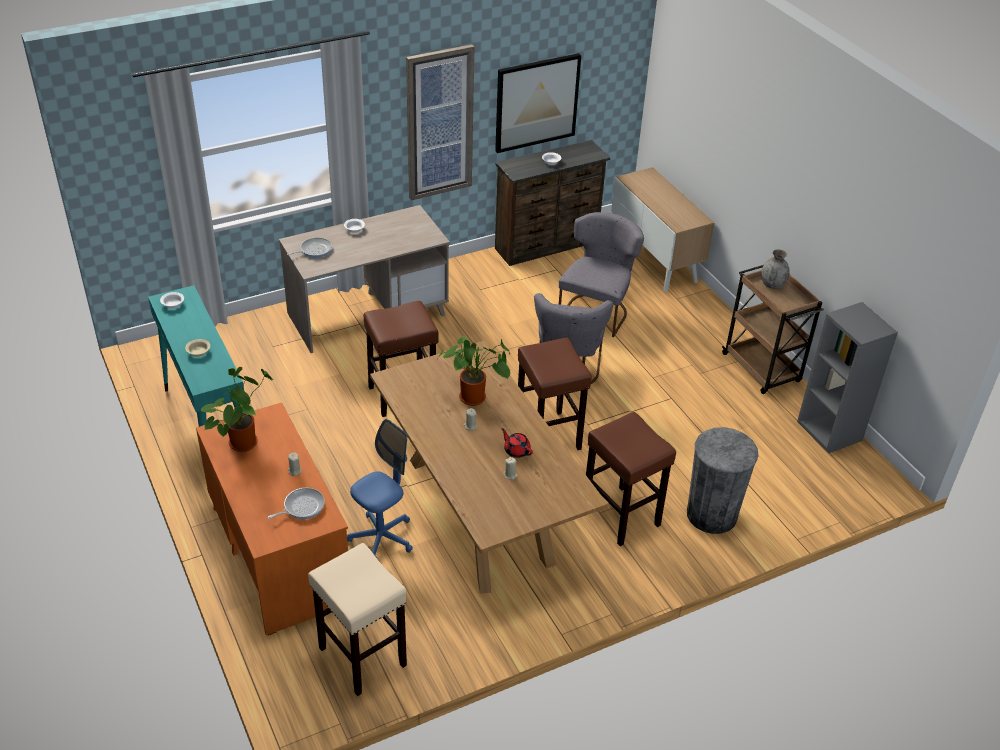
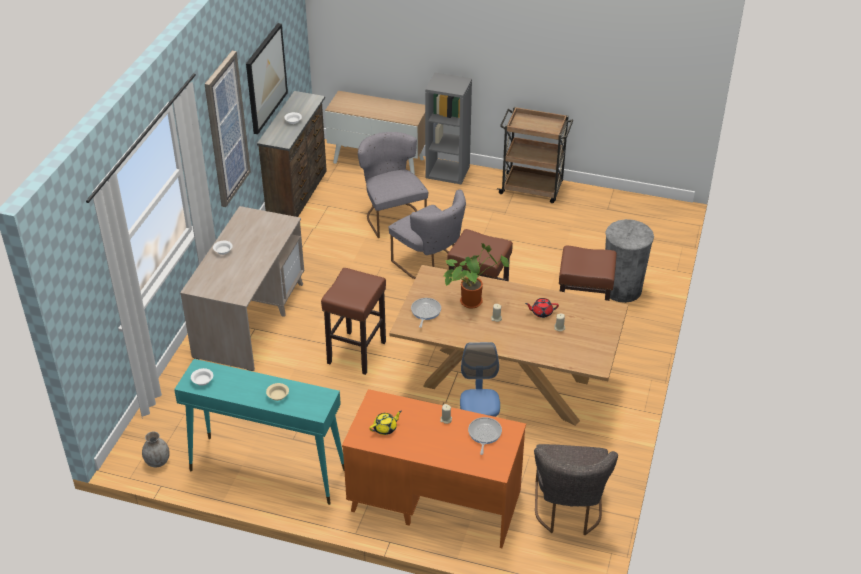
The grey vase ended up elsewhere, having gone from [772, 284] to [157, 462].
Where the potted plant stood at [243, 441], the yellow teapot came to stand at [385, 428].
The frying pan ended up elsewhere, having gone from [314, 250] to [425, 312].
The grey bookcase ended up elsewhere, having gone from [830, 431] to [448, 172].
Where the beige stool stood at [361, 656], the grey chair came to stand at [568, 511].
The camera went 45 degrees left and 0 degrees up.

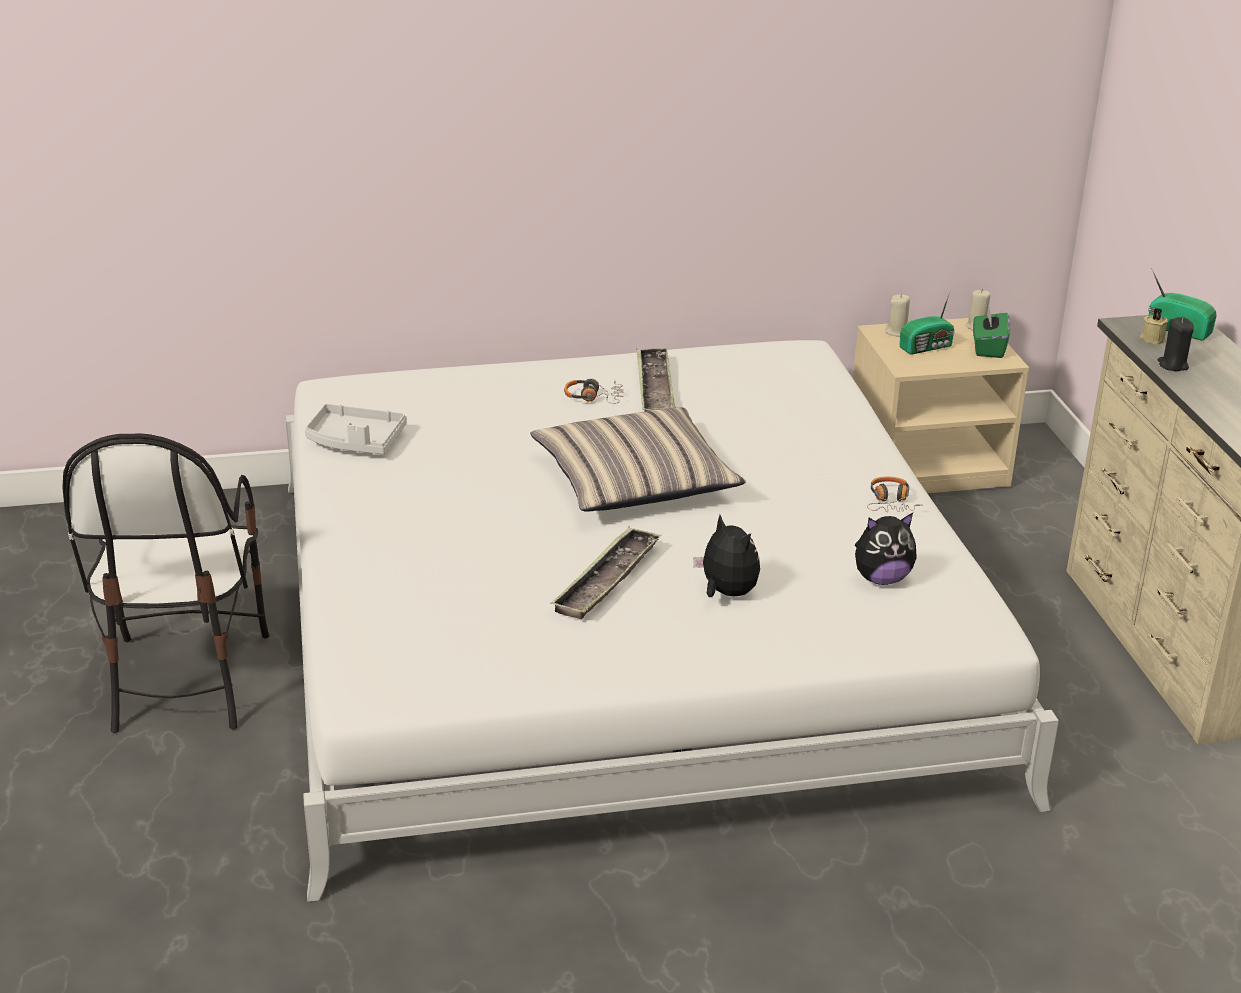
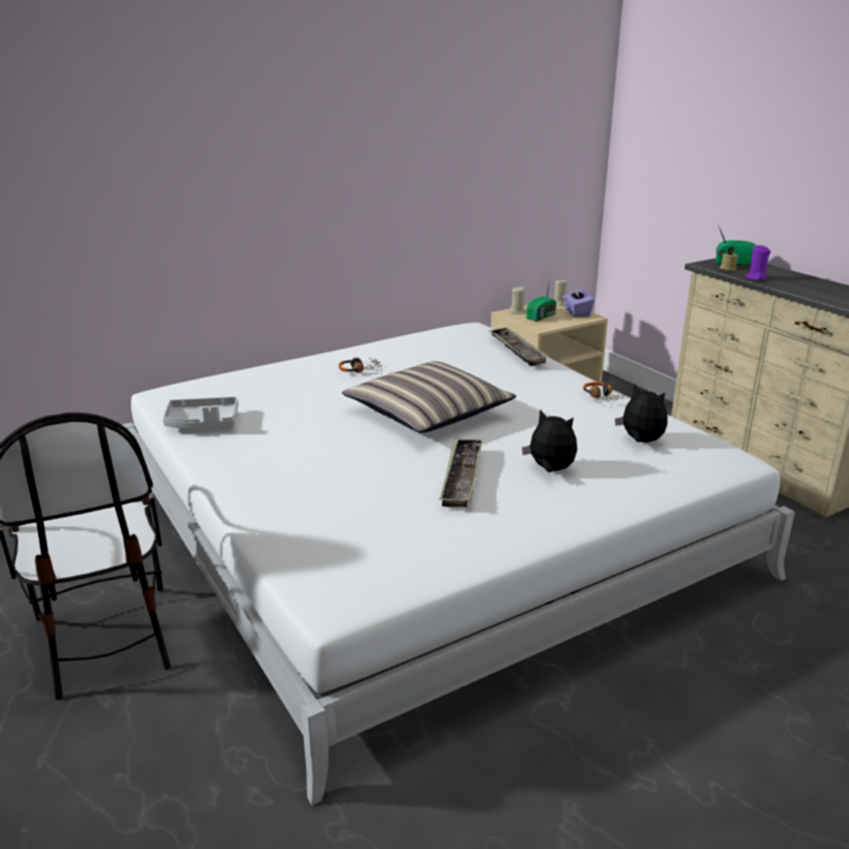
The tray ended up elsewhere, having gone from [654, 388] to [517, 350].
What was the green tissue box at [988, 348] turned into the purple tissue box at [576, 312].
The plush toy at [881, 579] ended up facing another way, 105 degrees counterclockwise from before.
What was the black candle at [1173, 365] turned into the purple candle at [756, 278].
The camera went 20 degrees left and 5 degrees down.

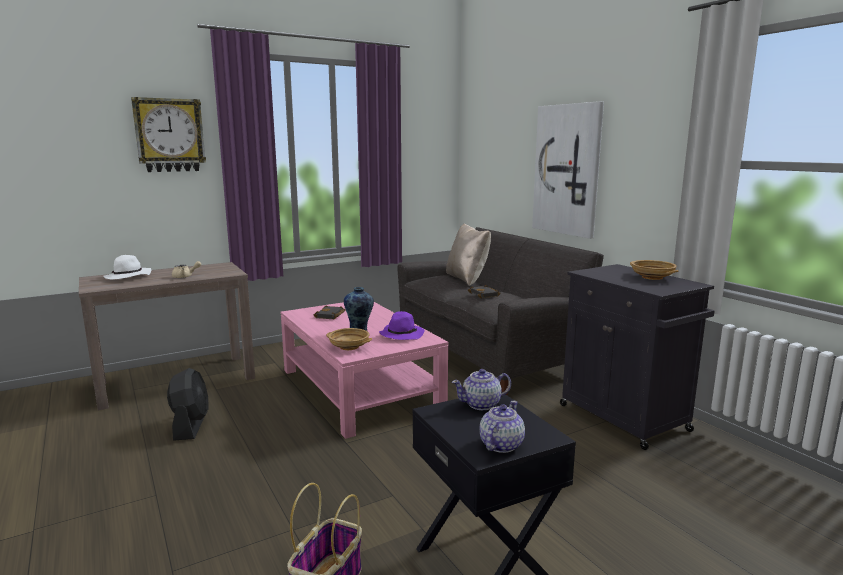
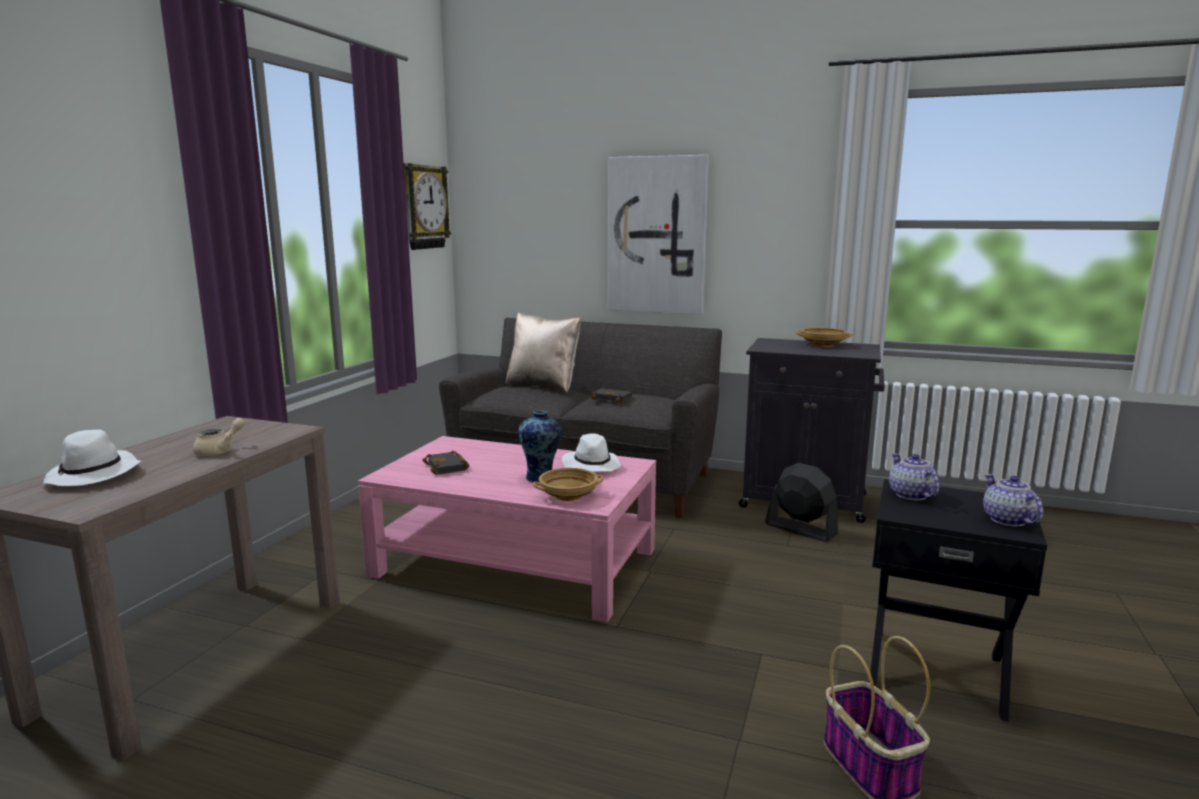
The wall clock ended up elsewhere, having gone from [169, 135] to [423, 207].
What was the purple hat at [401, 334] turned into the white hat at [591, 465].
The black fan ended up elsewhere, having gone from [191, 425] to [800, 529].
The teapot at [482, 404] ended up facing another way, 135 degrees clockwise from before.
The camera went 40 degrees left and 0 degrees up.

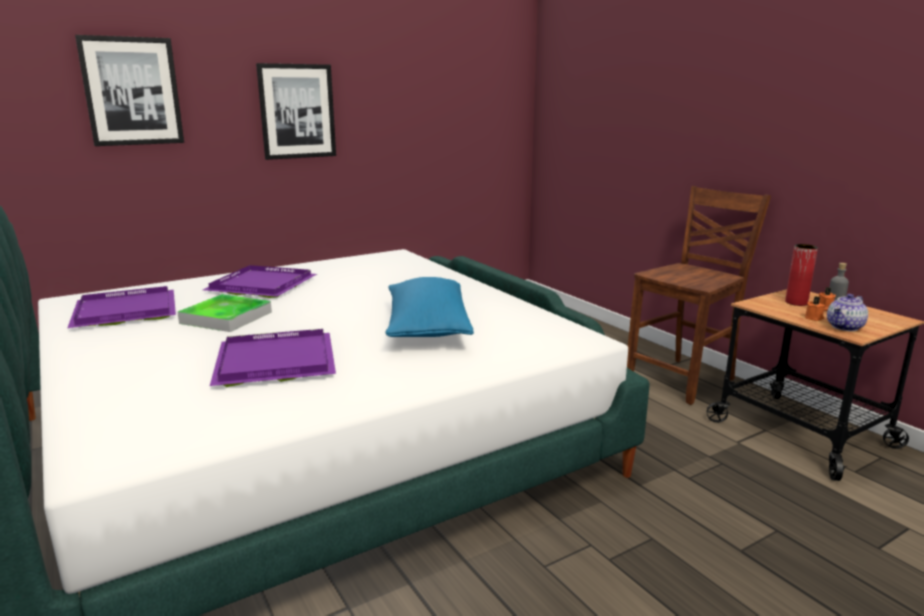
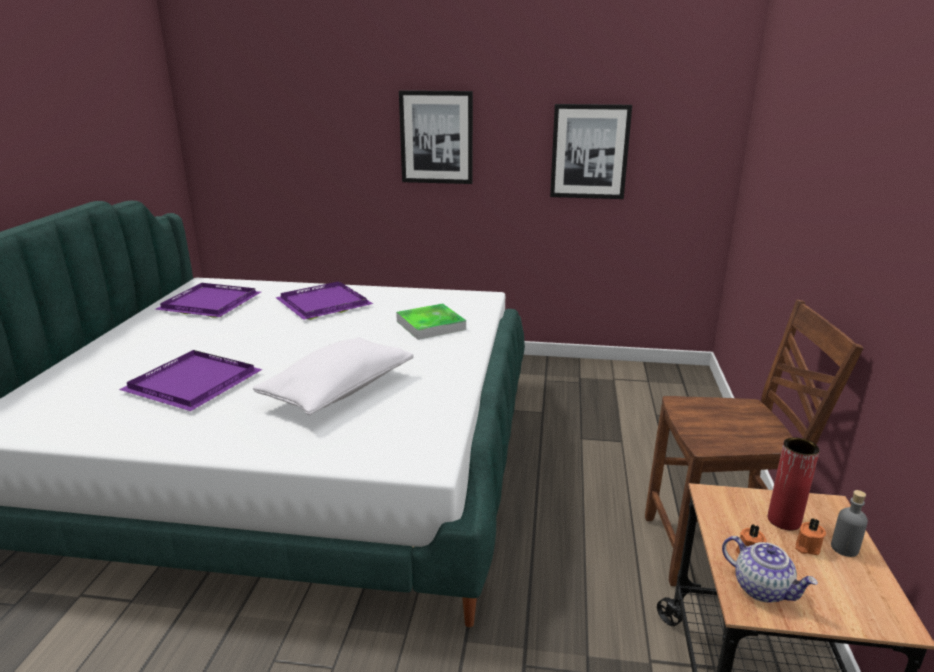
What was the blue pillow at [427, 328] turned into the white pillow at [338, 391].
The tray ended up elsewhere, having gone from [226, 317] to [431, 325].
The picture ended up elsewhere, having gone from [132, 91] to [589, 152].
The teapot at [845, 327] ended up facing another way, 135 degrees counterclockwise from before.
The camera went 40 degrees right and 5 degrees up.

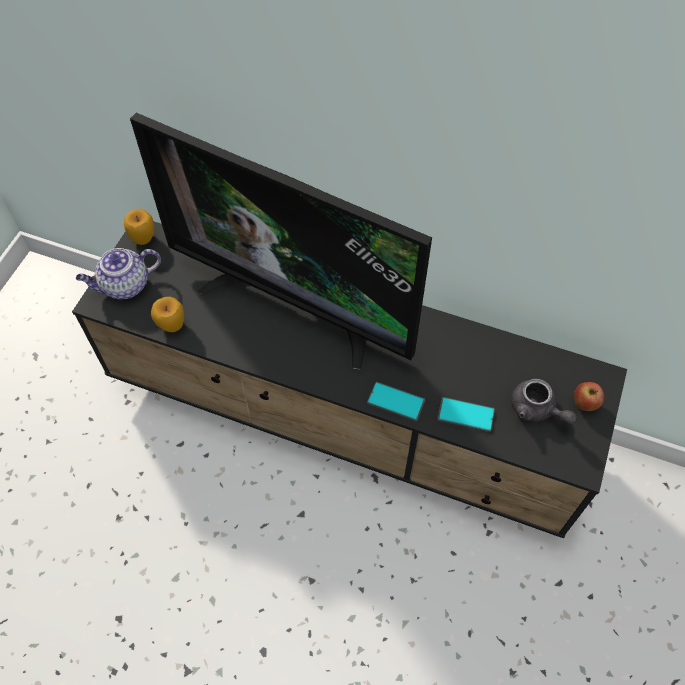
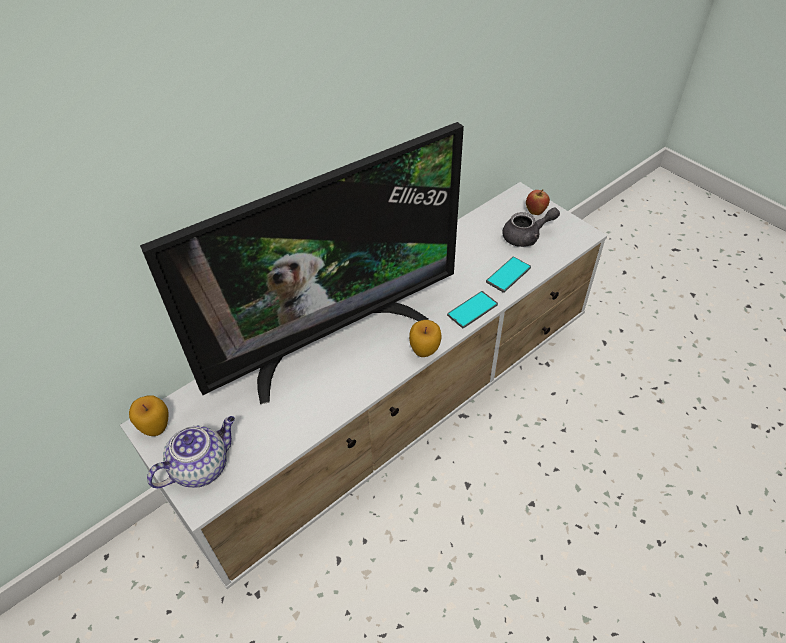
What was the black tv stand at [345, 419] turned into the white tv stand at [397, 413].
The teapot at [125, 286] ended up facing another way, 135 degrees counterclockwise from before.
The apple ended up elsewhere, having gone from [172, 325] to [424, 351].
The camera went 60 degrees left and 10 degrees down.

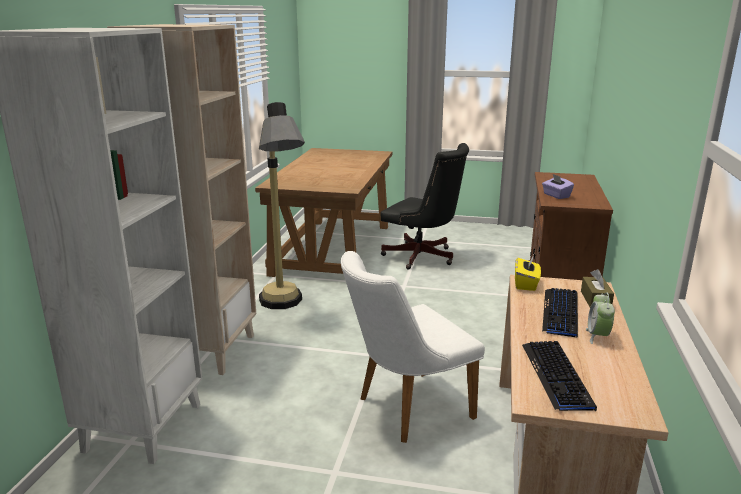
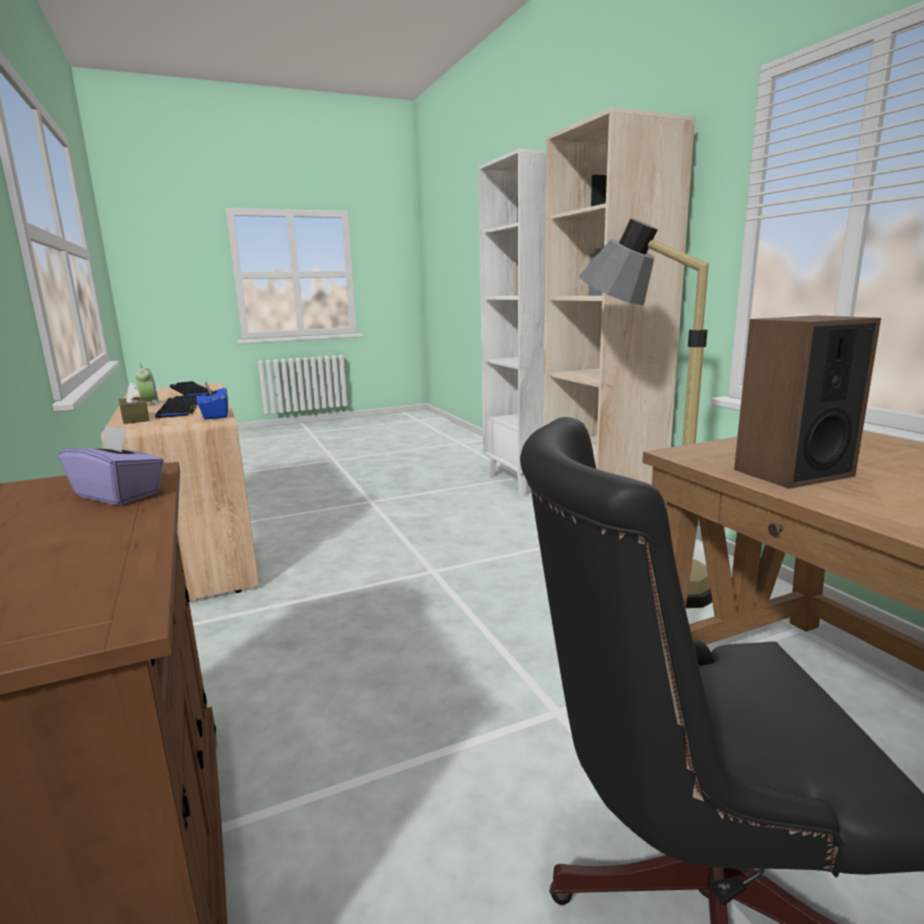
What was the yellow tissue box at [526, 284] turned into the blue tissue box at [214, 416].
The second view gained the speaker at [792, 472].
The second view lost the white chair at [405, 409].
The camera went 145 degrees right and 5 degrees down.

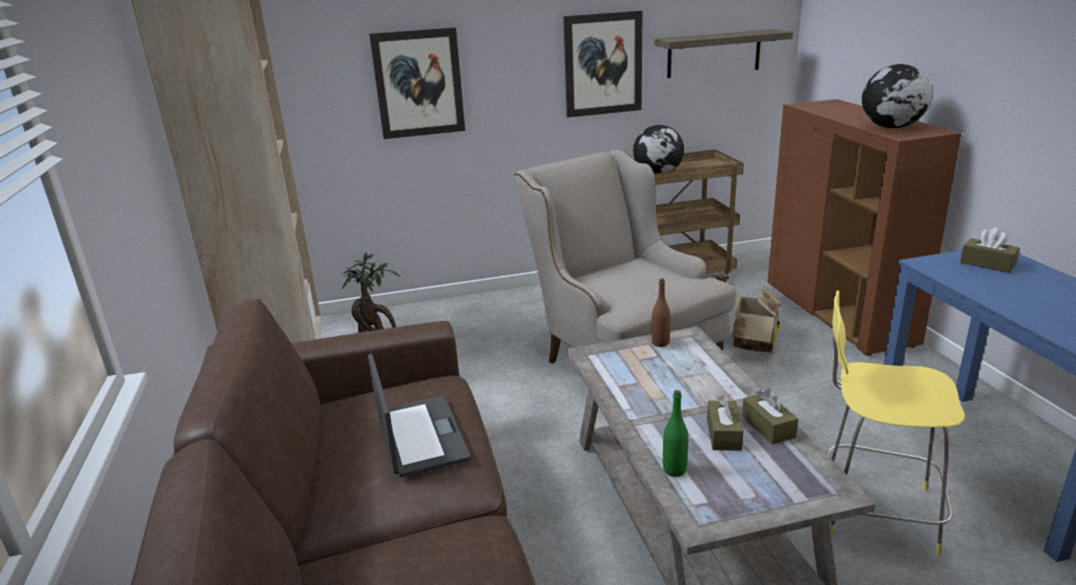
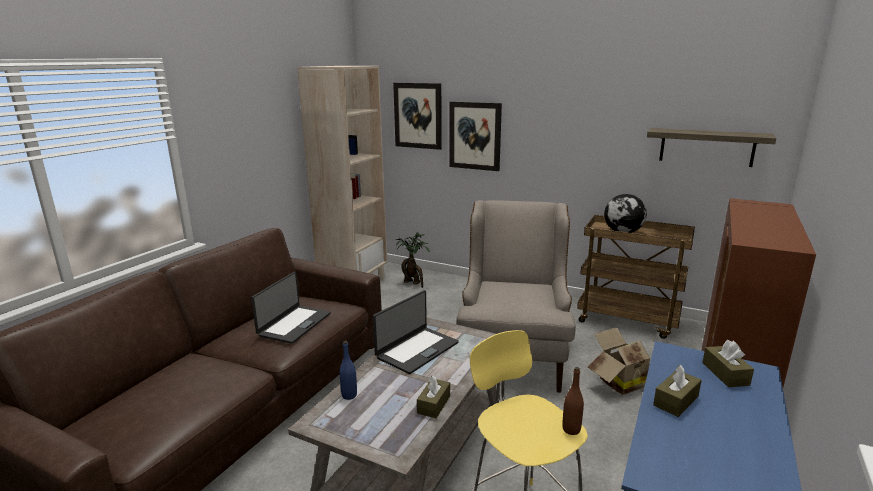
What was the green bottle at [674, 470] turned into the blue bottle at [349, 395].
The second view gained the laptop at [416, 350].
The picture ended up elsewhere, having gone from [603, 64] to [418, 115].
The brown bottle ended up elsewhere, having gone from [660, 343] to [571, 429].
The brown tissue box ended up elsewhere, having gone from [723, 434] to [676, 401].
The second view lost the globe at [891, 127].
The camera went 40 degrees right and 5 degrees down.

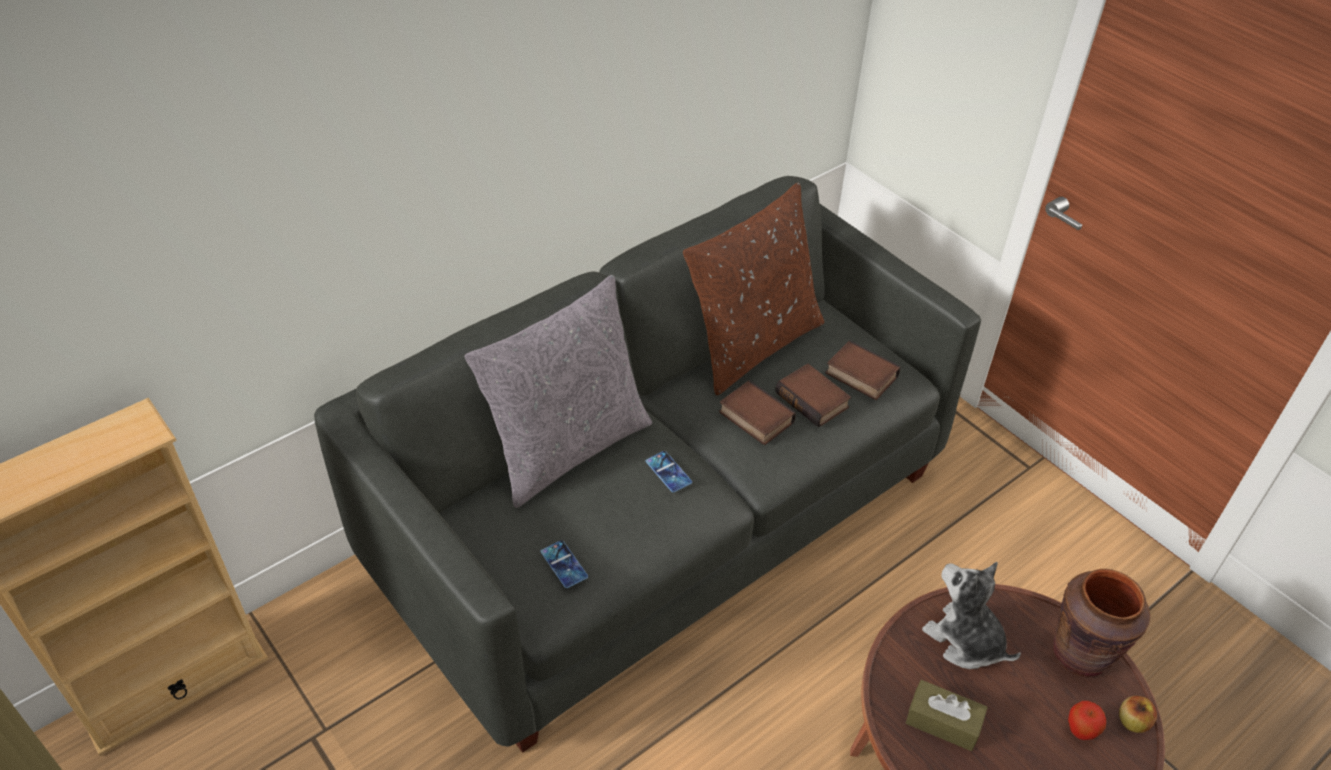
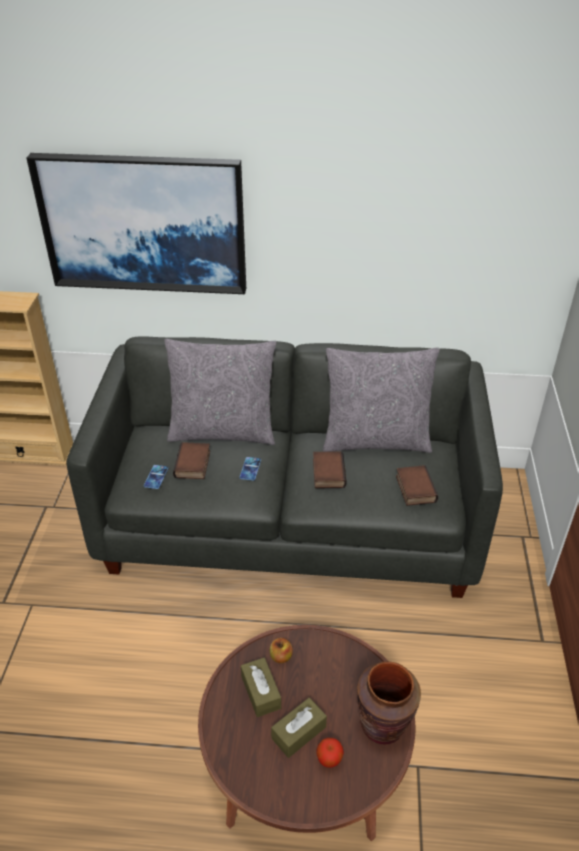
The second view gained the picture at [143, 223].
The book ended up elsewhere, having gone from [814, 400] to [193, 464].
The apple ended up elsewhere, having gone from [1132, 722] to [281, 656].
The second view gained the brown tissue box at [298, 732].
What was the brown pillow at [751, 344] turned into the grey pillow at [376, 440].
The second view lost the plush toy at [964, 640].
The camera went 45 degrees right and 5 degrees down.

